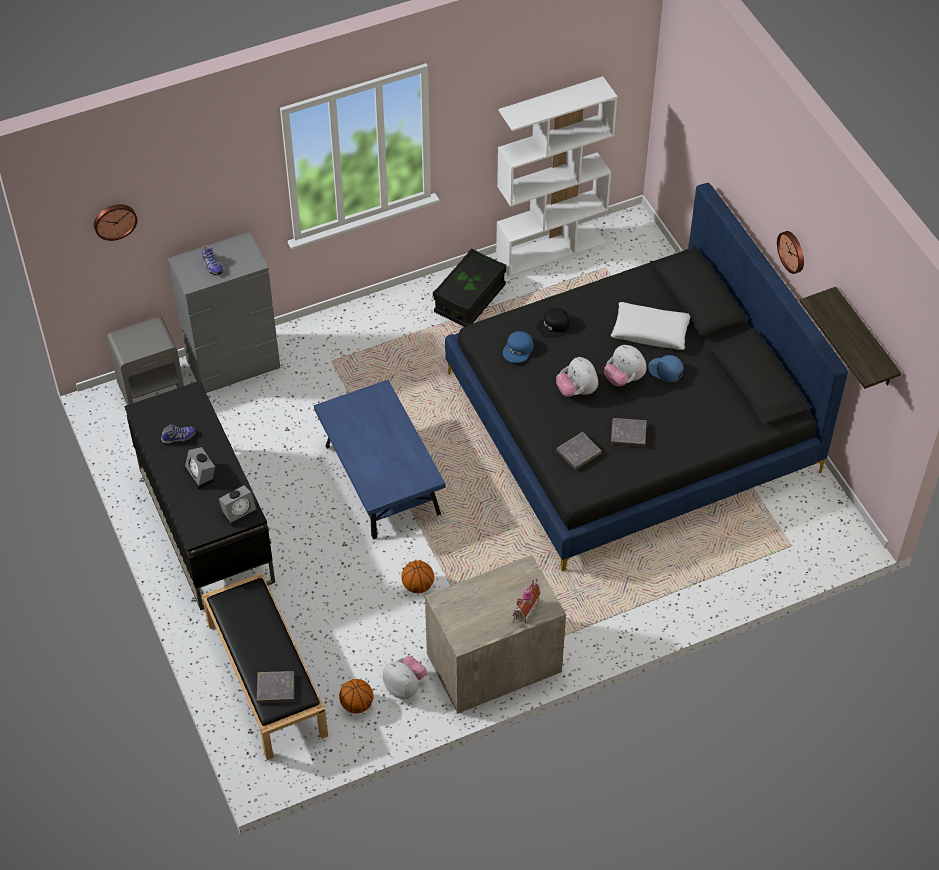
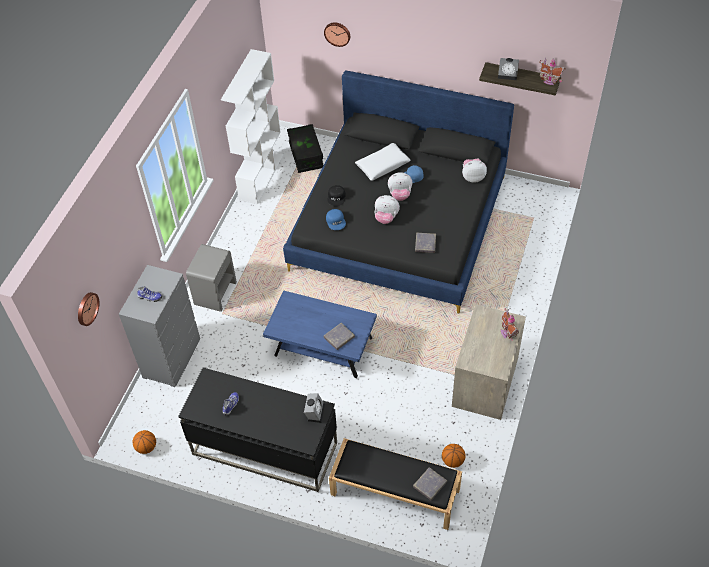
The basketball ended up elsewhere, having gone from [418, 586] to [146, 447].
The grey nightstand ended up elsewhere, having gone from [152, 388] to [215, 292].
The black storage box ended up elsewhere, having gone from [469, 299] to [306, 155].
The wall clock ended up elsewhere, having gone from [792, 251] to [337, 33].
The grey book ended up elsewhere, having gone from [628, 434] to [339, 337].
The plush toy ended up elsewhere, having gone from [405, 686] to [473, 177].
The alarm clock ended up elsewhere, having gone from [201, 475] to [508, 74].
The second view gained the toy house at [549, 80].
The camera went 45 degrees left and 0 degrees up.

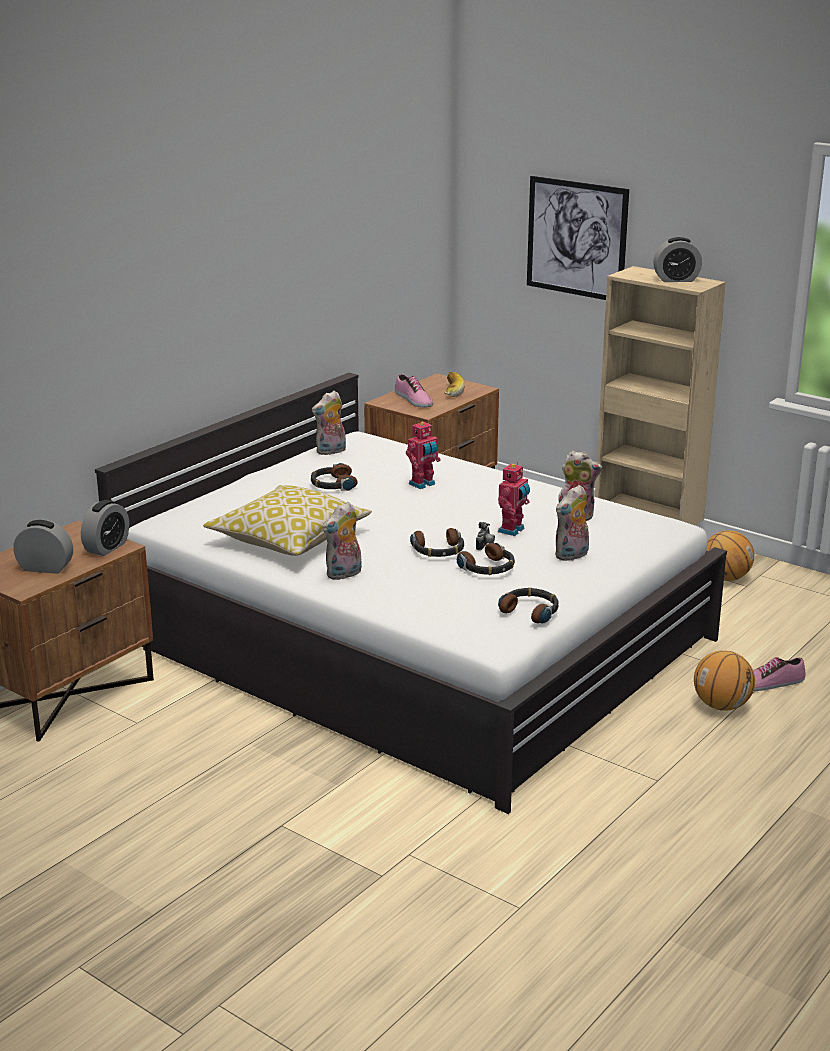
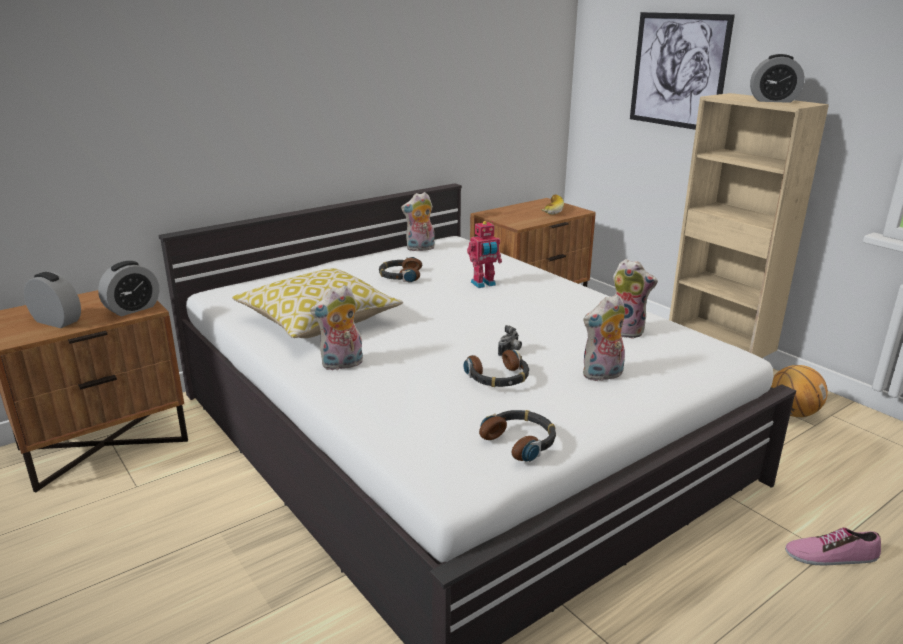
The second view lost the shoe at [413, 400].
The second view lost the headphones at [438, 551].
The second view lost the toy robot at [513, 530].
The second view lost the basketball at [721, 706].
The camera went 15 degrees right and 0 degrees up.

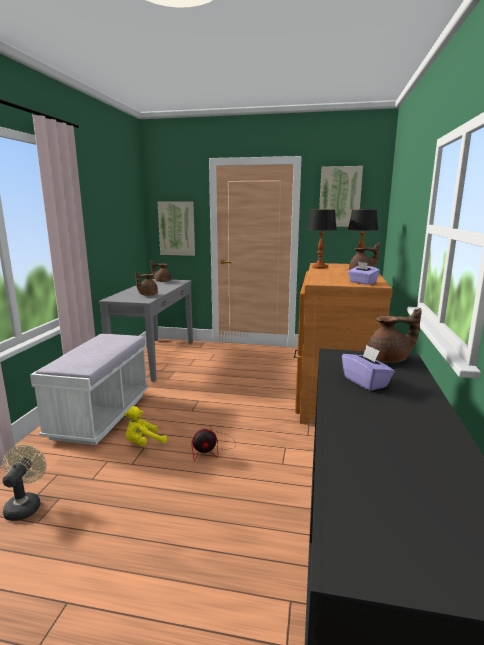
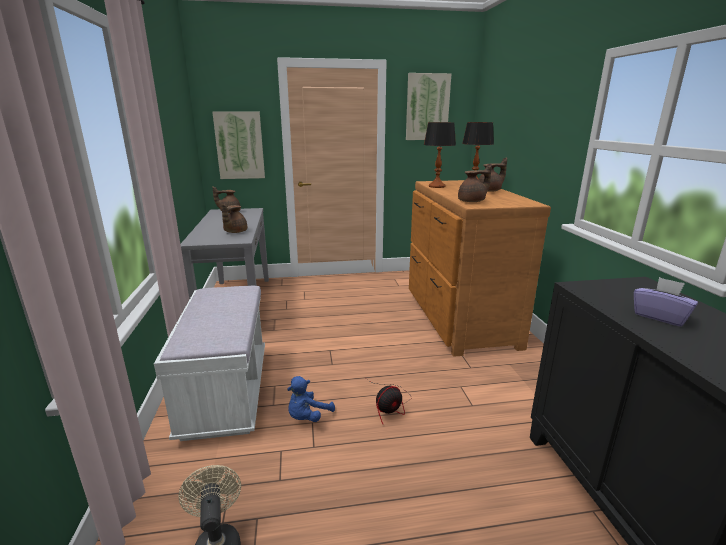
What was the yellow plush toy at [143, 443] turned into the blue plush toy at [307, 417].
The brown teapot ended up elsewhere, having gone from [389, 360] to [472, 201].
The second view lost the purple tissue box at [362, 282].
The camera went 20 degrees left and 5 degrees up.

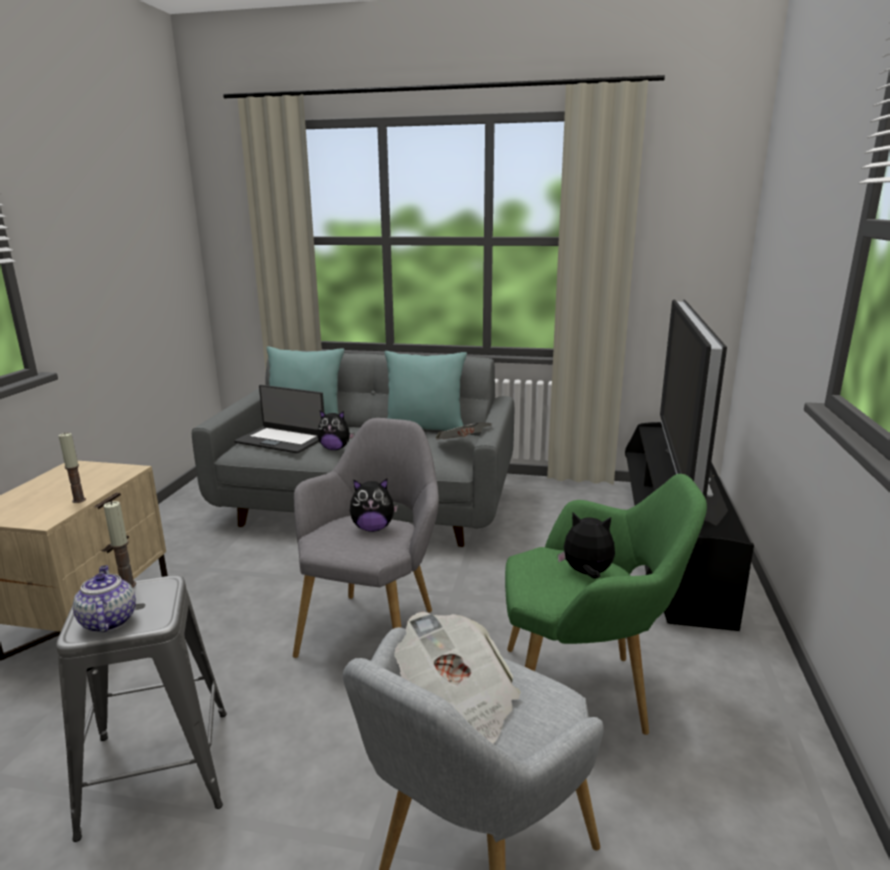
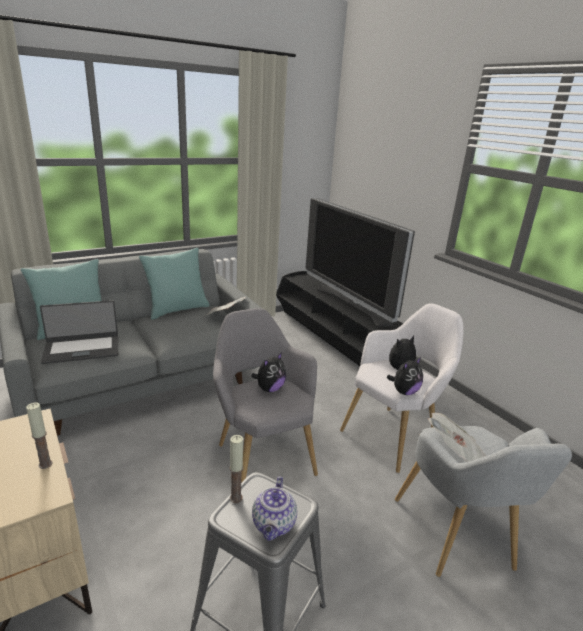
The teapot at [108, 621] ended up facing another way, 105 degrees counterclockwise from before.
What was the green armchair at [584, 693] turned into the white armchair at [394, 434].
The plush toy ended up elsewhere, having gone from [335, 448] to [404, 392].
The camera went 45 degrees left and 5 degrees up.

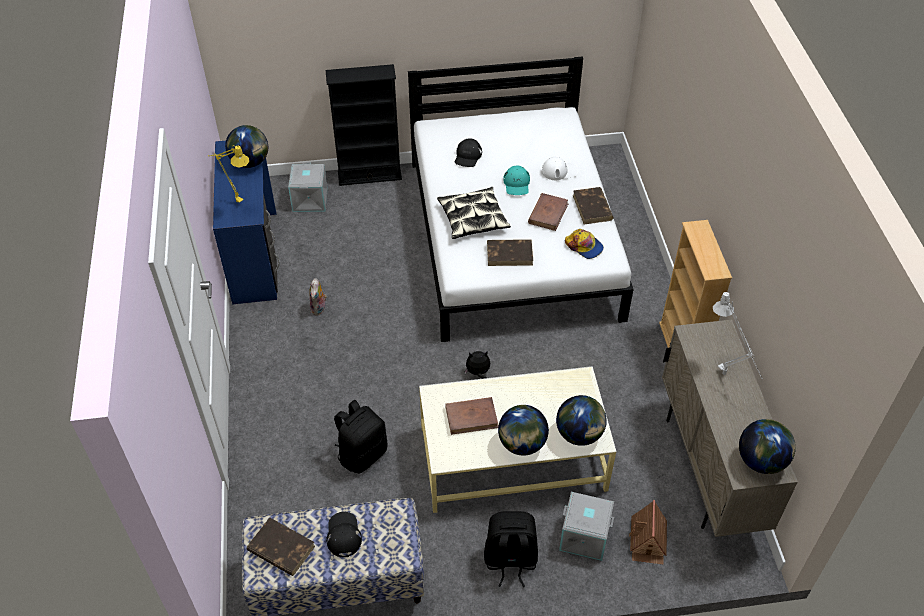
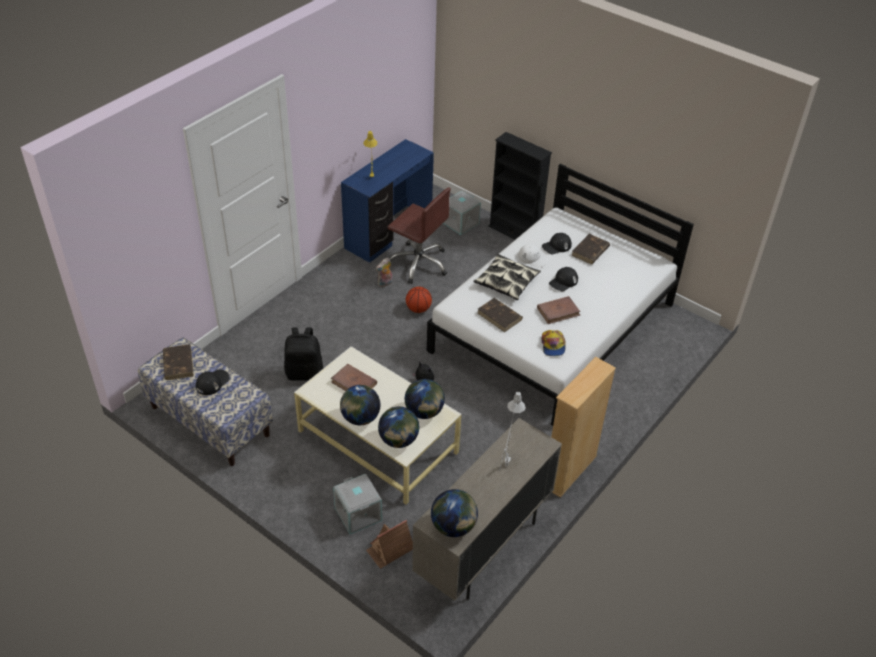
The second view gained the brown office chair at [419, 263].
The globe ended up elsewhere, having gone from [250, 162] to [424, 412].
The second view gained the basketball at [418, 309].
The white cap ended up elsewhere, having gone from [559, 171] to [532, 258].
What was the turquoise cap at [517, 184] turned into the black cap at [563, 282].
The brown book ended up elsewhere, having gone from [592, 208] to [590, 251].
The second view lost the black backpack at [510, 560].
The camera went 45 degrees right and 5 degrees down.

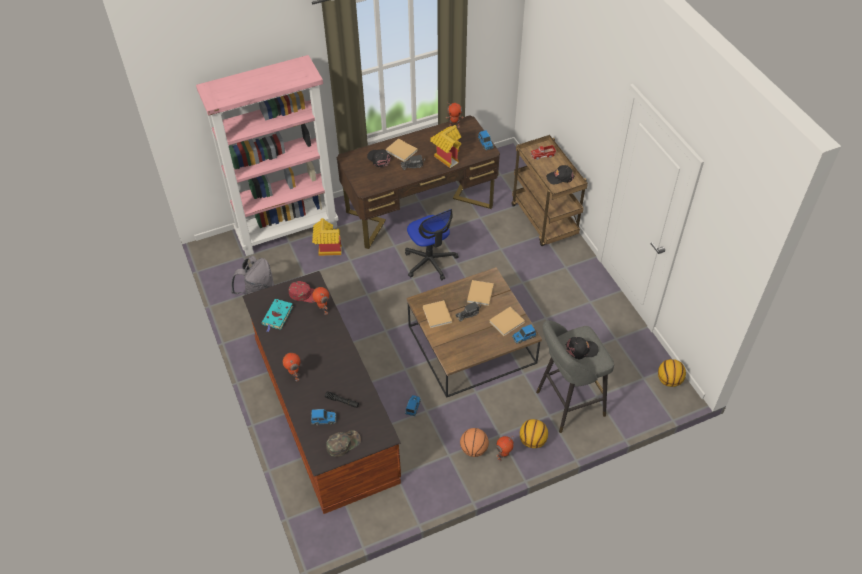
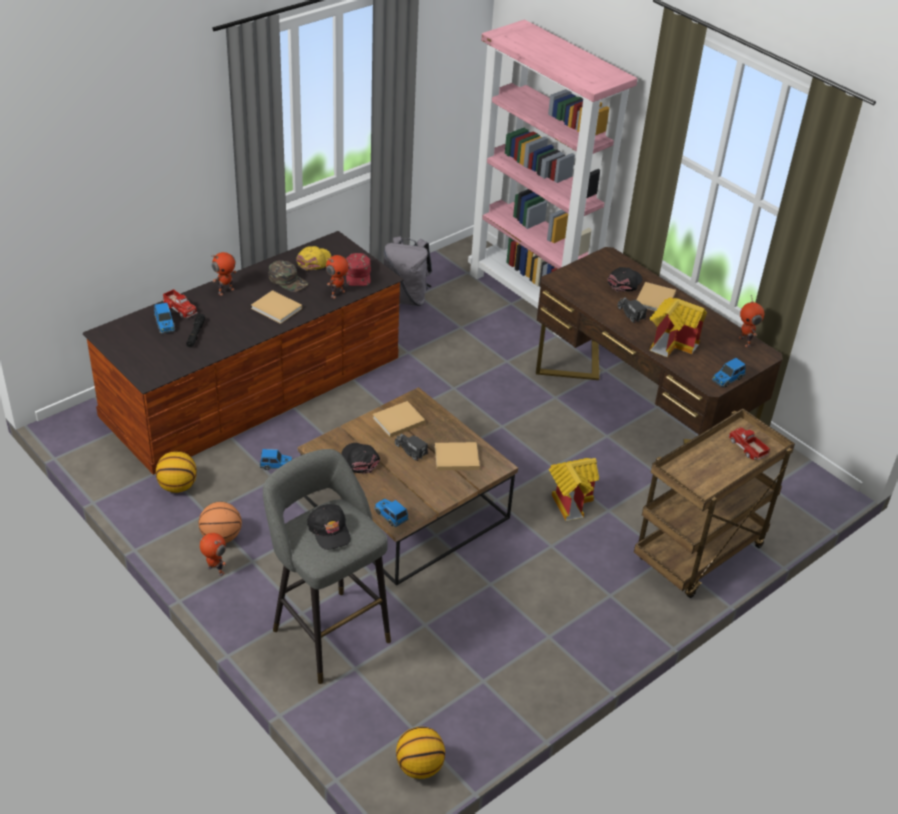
The basketball ended up elsewhere, having gone from [532, 441] to [177, 486].
The second view gained the toy truck at [180, 308].
The beige book ended up elsewhere, having gone from [507, 321] to [277, 309].
The green cap ended up elsewhere, having gone from [343, 443] to [288, 280].
Where the turquoise book stood at [277, 316], the yellow cap came to stand at [314, 261].
The black cap ended up elsewhere, having gone from [560, 177] to [360, 460].
The toy house ended up elsewhere, having gone from [327, 248] to [570, 501].
The second view lost the office chair at [430, 262].
The camera went 70 degrees right and 10 degrees down.

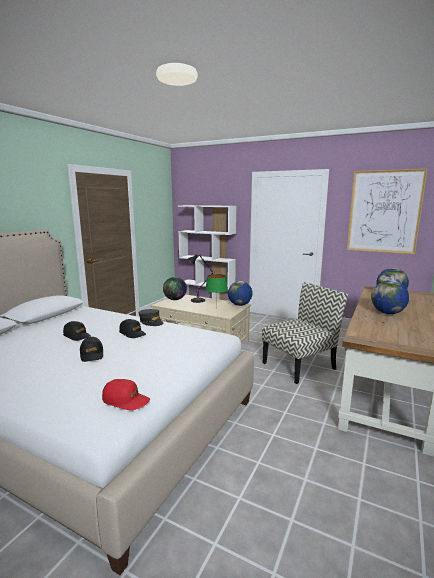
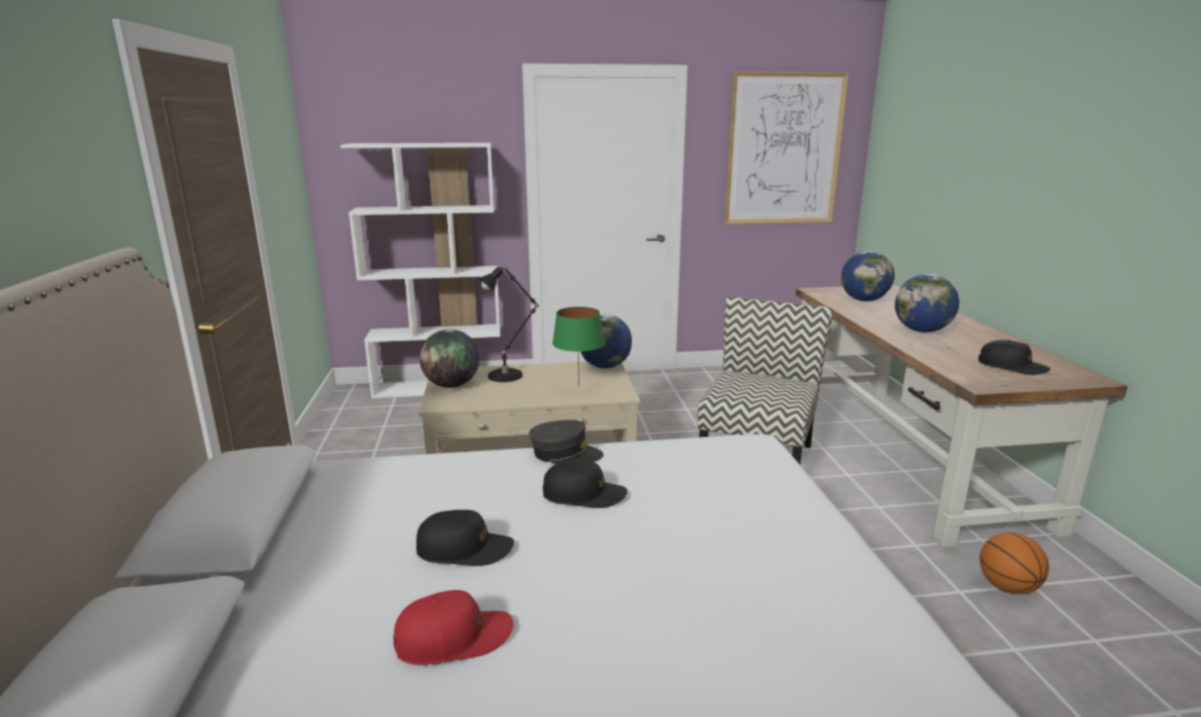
The red cap ended up elsewhere, having gone from [126, 400] to [454, 638].
The black cap ended up elsewhere, having gone from [92, 354] to [1011, 366].
The second view gained the basketball at [1007, 587].
The camera went 35 degrees left and 5 degrees up.

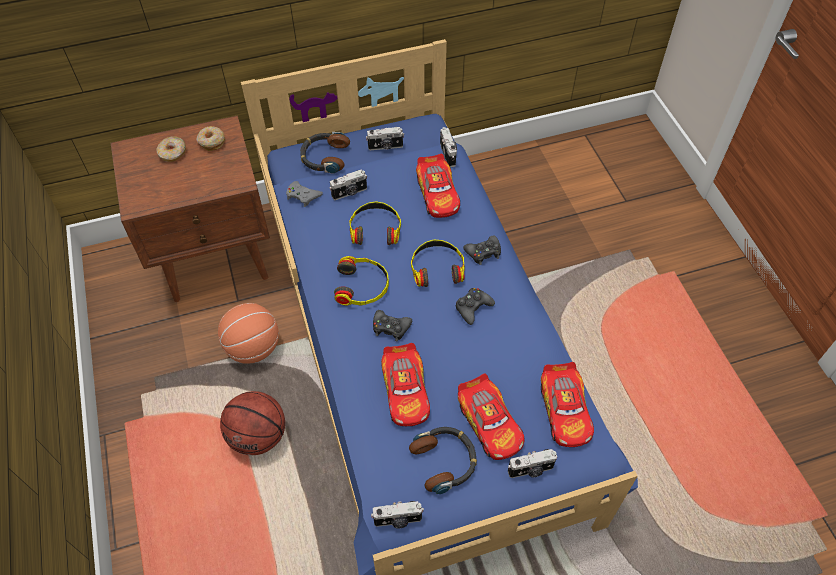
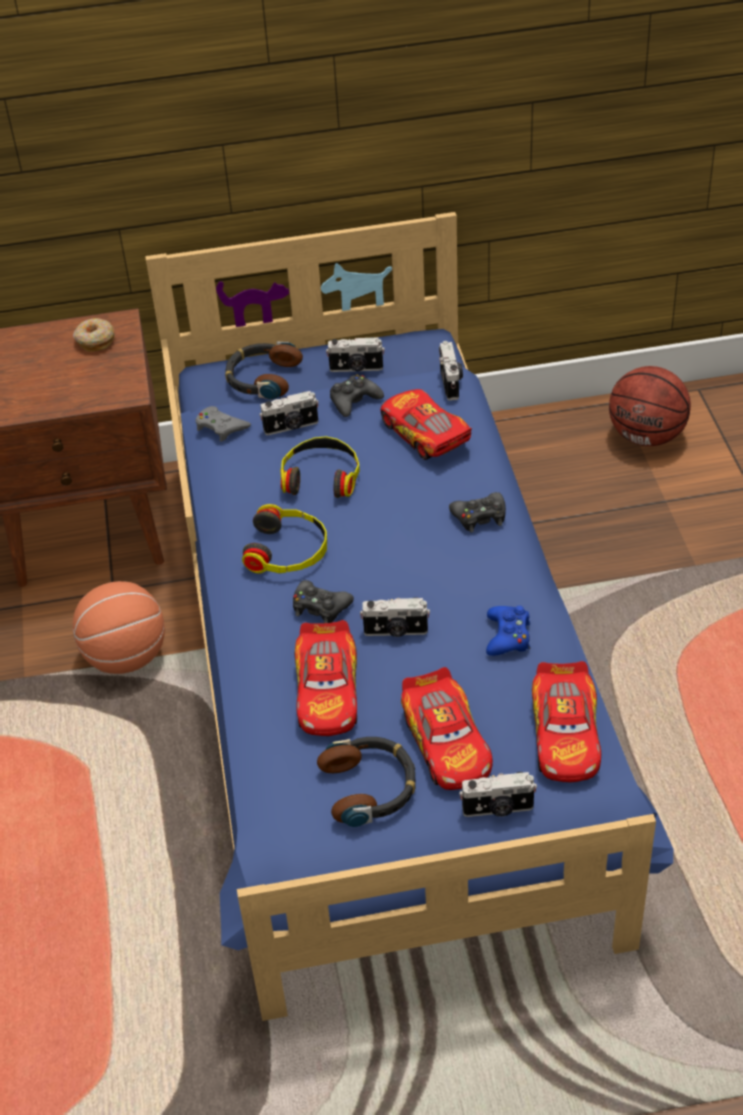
The black game controller ended up elsewhere, having gone from [473, 308] to [354, 401].
The photo camera ended up elsewhere, having gone from [398, 520] to [396, 631].
The toy car at [438, 194] ended up facing another way, 150 degrees clockwise from before.
The second view gained the blue game controller at [508, 636].
The basketball ended up elsewhere, having gone from [258, 436] to [647, 436].
The second view lost the donut at [173, 153].
The second view lost the headphones at [437, 268].
The camera went 10 degrees right and 10 degrees down.

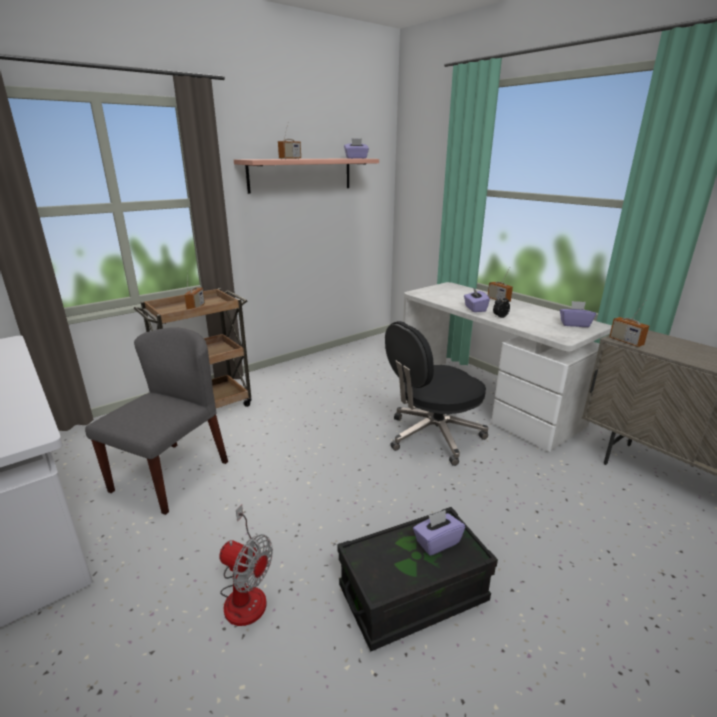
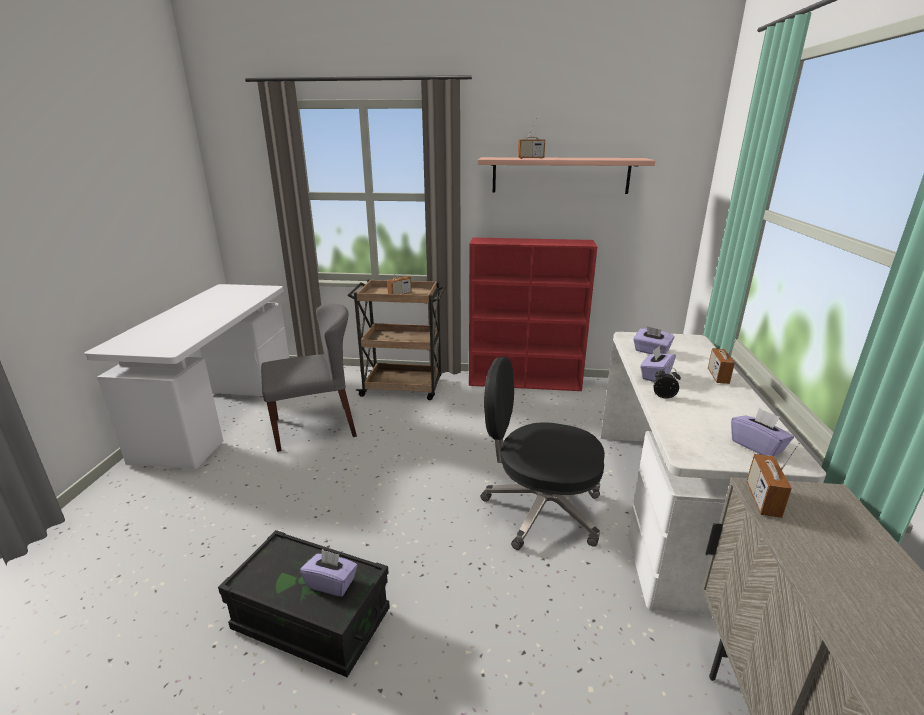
The second view gained the red bookcase at [525, 381].
The purple tissue box ended up elsewhere, having gone from [356, 158] to [651, 351].
The second view lost the fan at [245, 592].
The camera went 45 degrees right and 0 degrees up.

